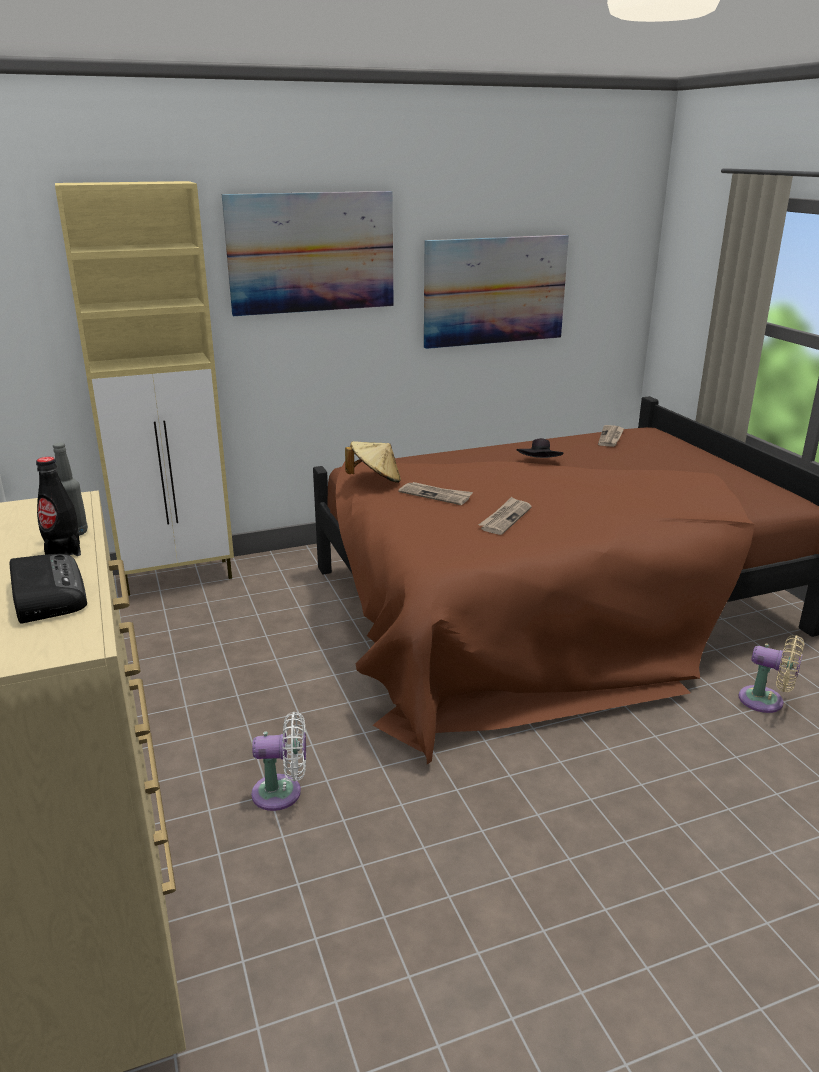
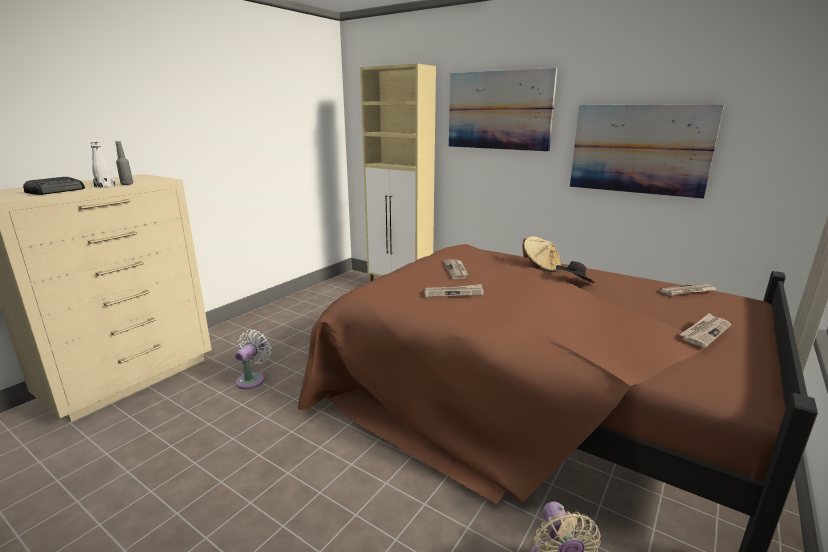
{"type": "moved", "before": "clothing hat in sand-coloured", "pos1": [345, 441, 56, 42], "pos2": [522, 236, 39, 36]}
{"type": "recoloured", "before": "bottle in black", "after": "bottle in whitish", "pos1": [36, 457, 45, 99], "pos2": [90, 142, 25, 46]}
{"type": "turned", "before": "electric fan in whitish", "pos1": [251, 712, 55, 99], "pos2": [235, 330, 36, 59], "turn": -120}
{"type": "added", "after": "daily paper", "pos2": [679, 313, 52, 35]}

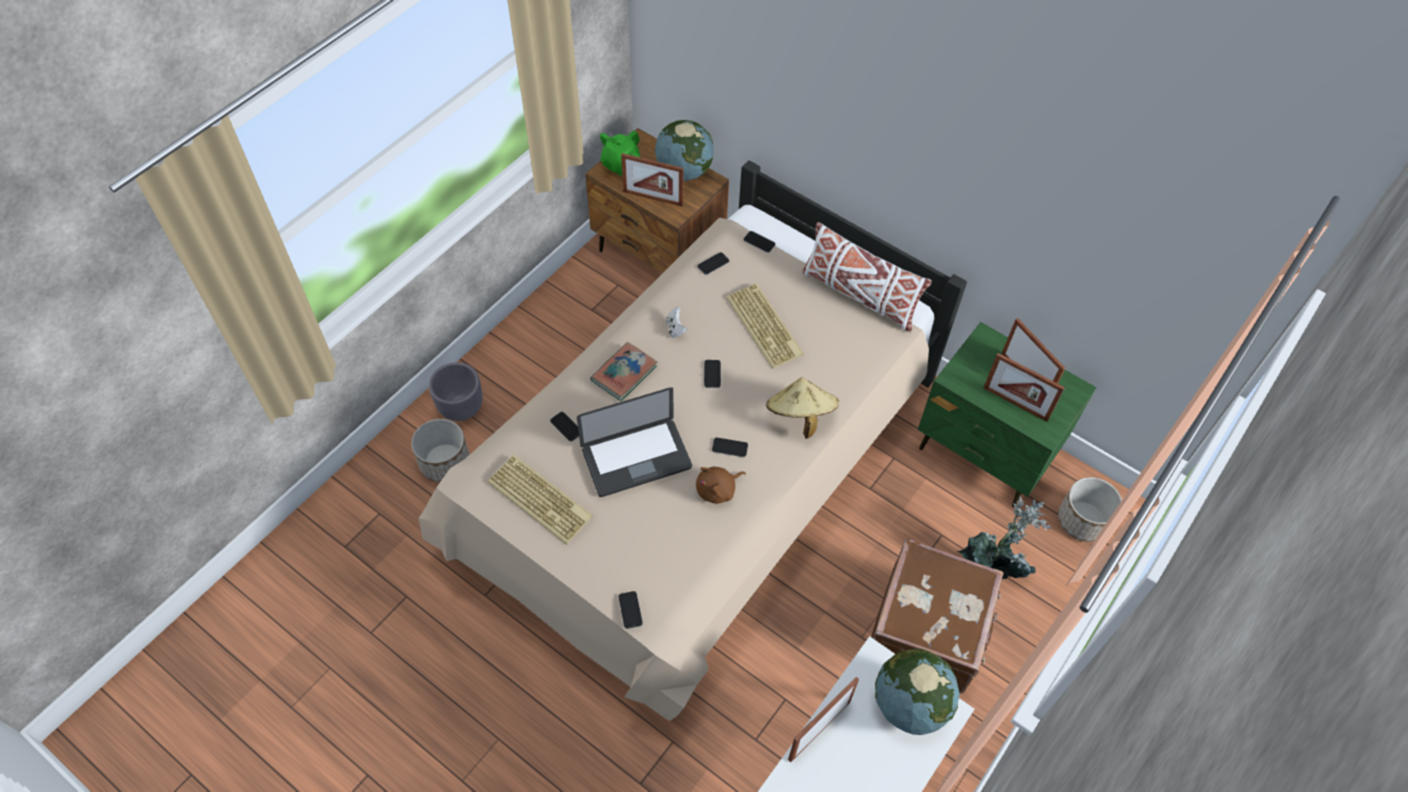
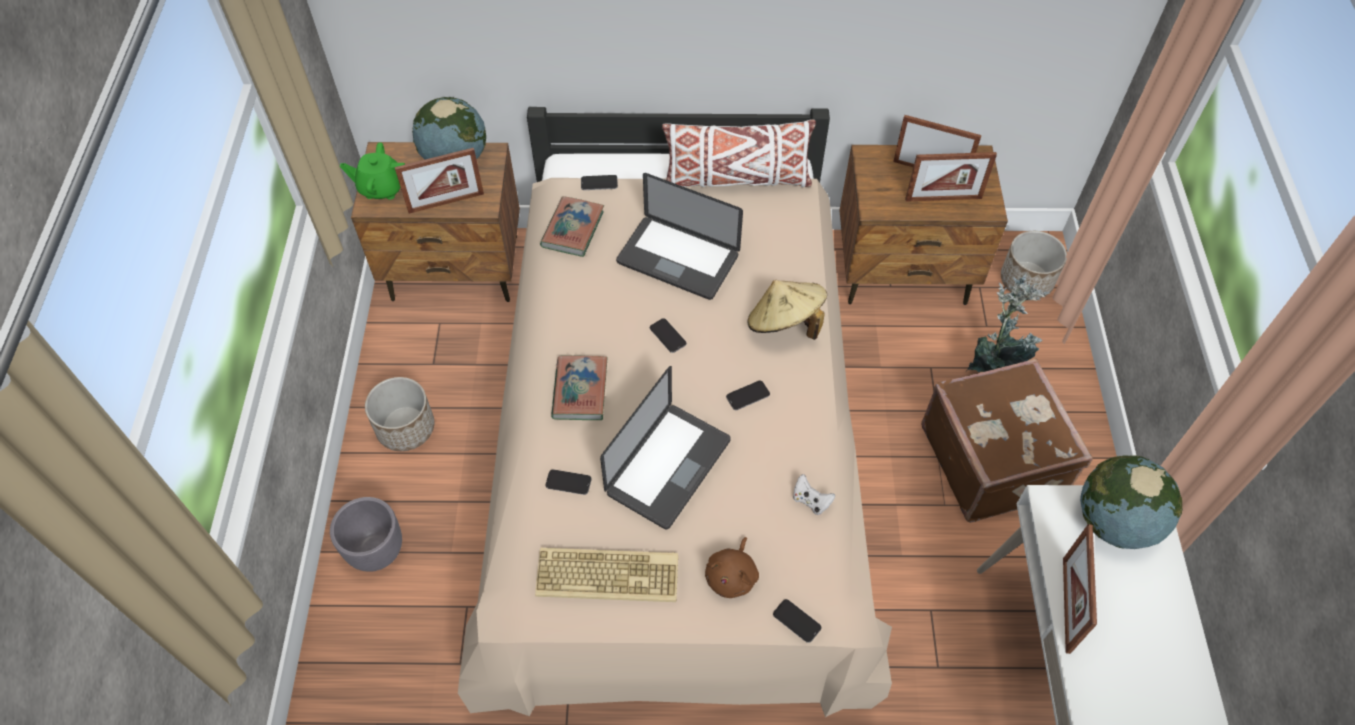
{"type": "turned", "before": "teapot in green", "pos1": [600, 130, 40, 46], "pos2": [340, 142, 65, 58], "turn": 90}
{"type": "replaced", "before": "handset", "after": "bound book", "pos1": [697, 252, 32, 23], "pos2": [540, 196, 64, 61]}
{"type": "replaced", "before": "keyboard", "after": "notebook computer", "pos1": [727, 283, 77, 86], "pos2": [616, 173, 127, 127]}
{"type": "moved", "before": "joypad in whitish", "pos1": [665, 307, 22, 31], "pos2": [793, 474, 42, 41]}
{"type": "recoloured", "before": "nightstand in green", "after": "nightstand in brown-coloured", "pos1": [918, 322, 178, 186], "pos2": [839, 145, 169, 160]}
{"type": "moved", "before": "planter", "pos1": [411, 419, 58, 63], "pos2": [365, 377, 69, 74]}
{"type": "moved", "before": "plush toy in brown-coloured", "pos1": [696, 467, 50, 37], "pos2": [705, 537, 54, 61]}

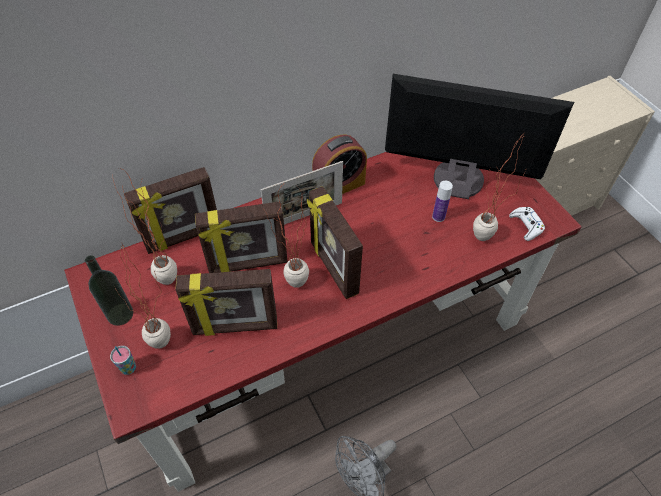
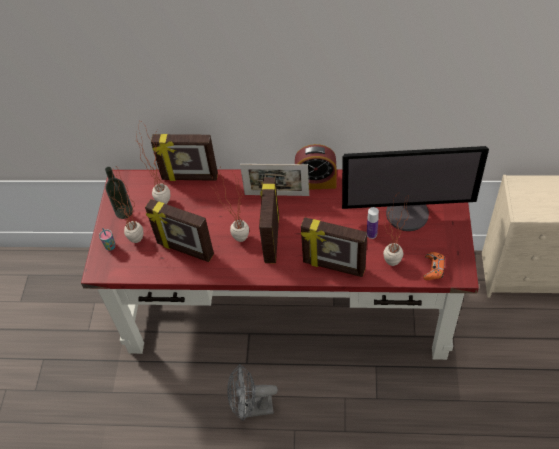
{"type": "turned", "before": "monitor", "pos1": [385, 74, 189, 125], "pos2": [342, 146, 147, 85], "turn": 135}
{"type": "moved", "before": "picture frame", "pos1": [195, 201, 93, 72], "pos2": [301, 217, 66, 60]}
{"type": "recoloured", "before": "joypad in whitish", "after": "joypad in orange", "pos1": [509, 207, 36, 34], "pos2": [423, 252, 22, 28]}

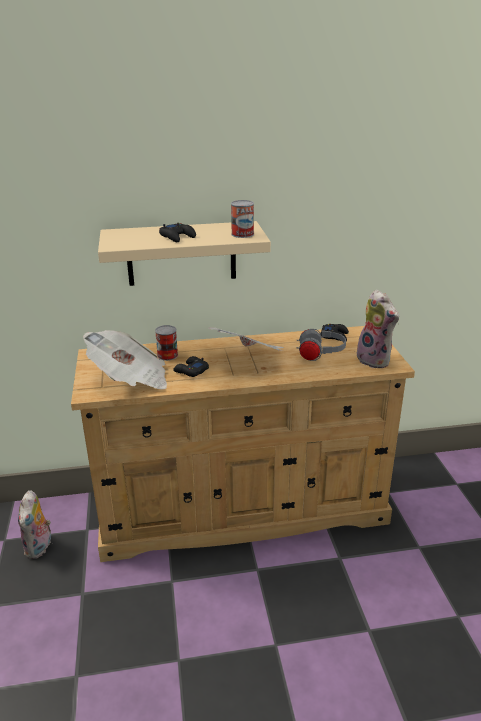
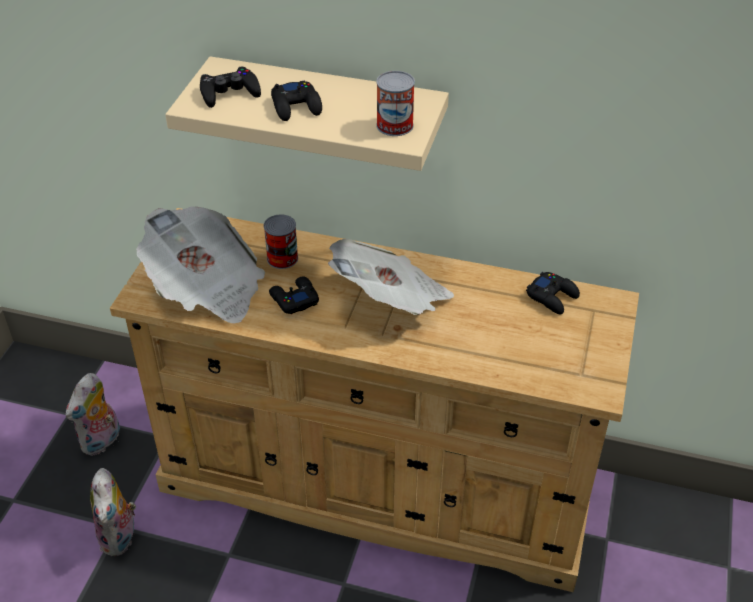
{"type": "moved", "before": "plush toy", "pos1": [357, 290, 42, 78], "pos2": [90, 468, 46, 88]}
{"type": "removed", "before": "pair of headphones in grey", "pos1": [296, 329, 50, 32]}
{"type": "added", "after": "joypad in black", "pos2": [200, 66, 61, 42]}

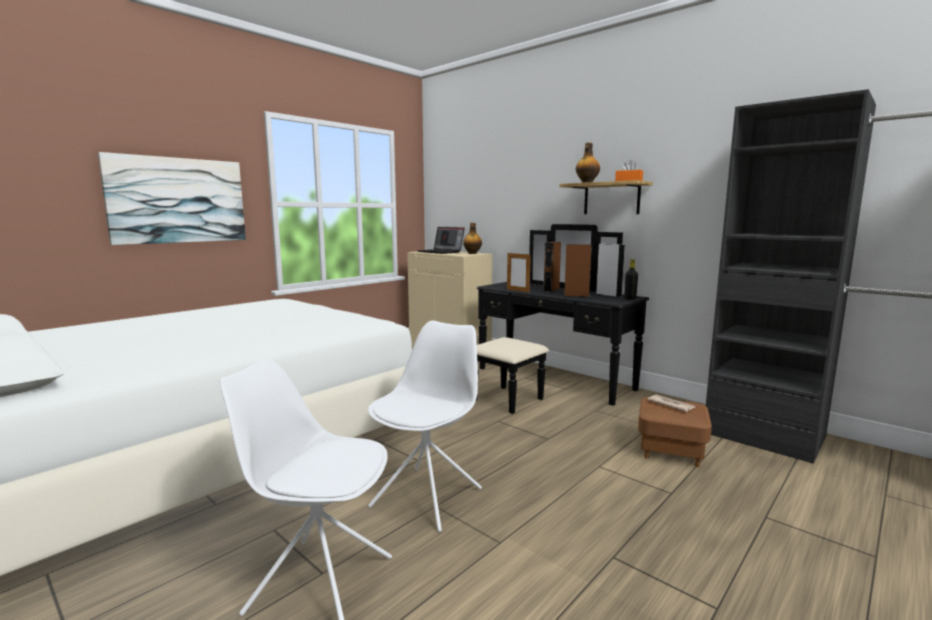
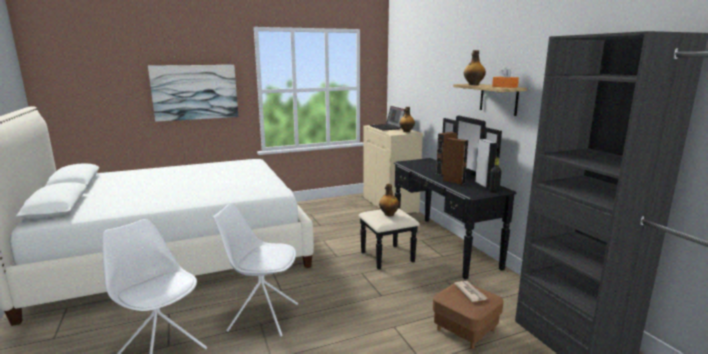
{"type": "removed", "before": "picture frame", "pos1": [507, 252, 24, 40]}
{"type": "turned", "before": "upright chair in whitish", "pos1": [368, 320, 114, 212], "pos2": [213, 204, 85, 133], "turn": -135}
{"type": "added", "after": "bottle", "pos2": [379, 184, 20, 32]}

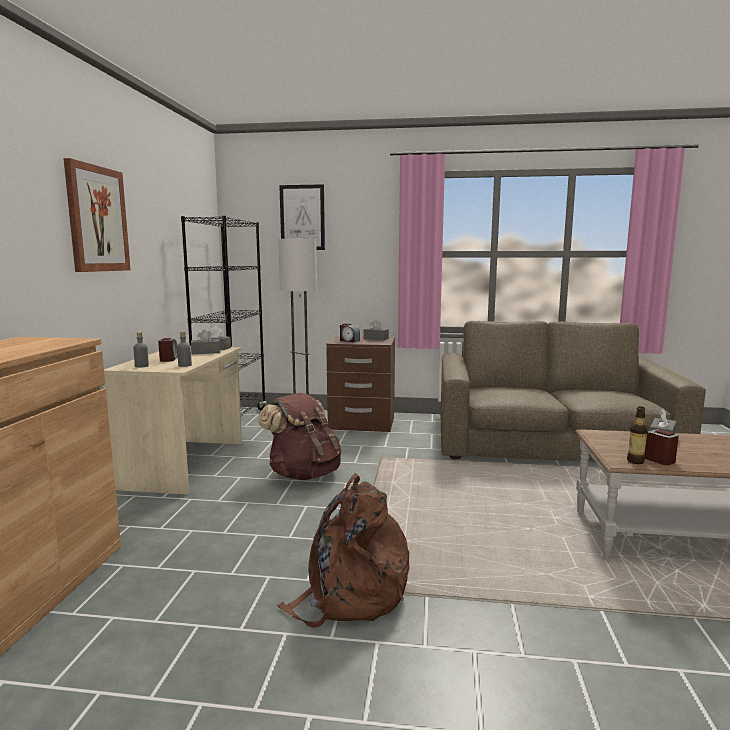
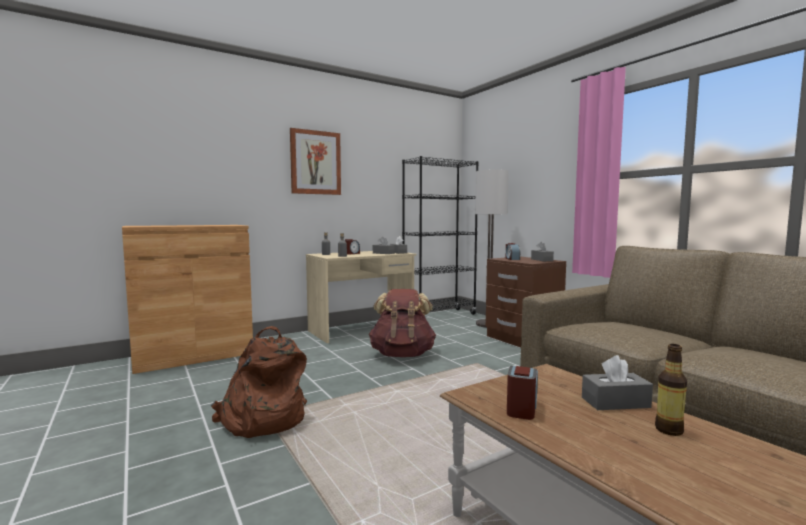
{"type": "removed", "before": "picture", "pos1": [279, 184, 46, 66]}
{"type": "moved", "before": "bottle", "pos1": [627, 406, 21, 58], "pos2": [655, 344, 32, 92]}

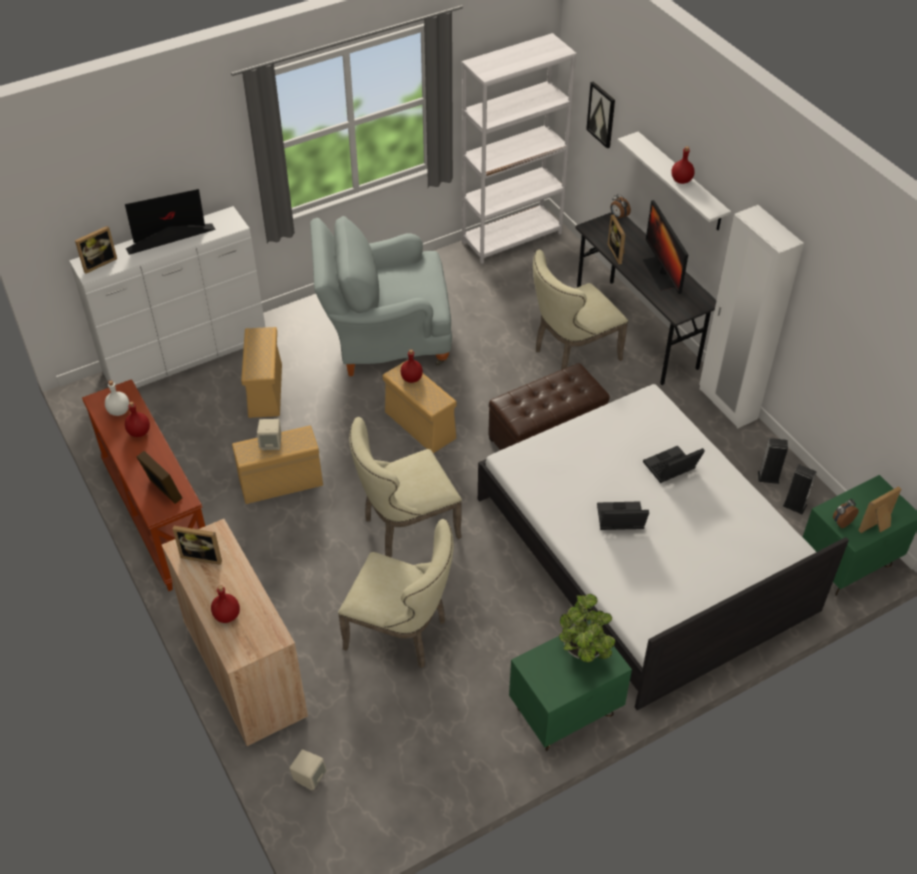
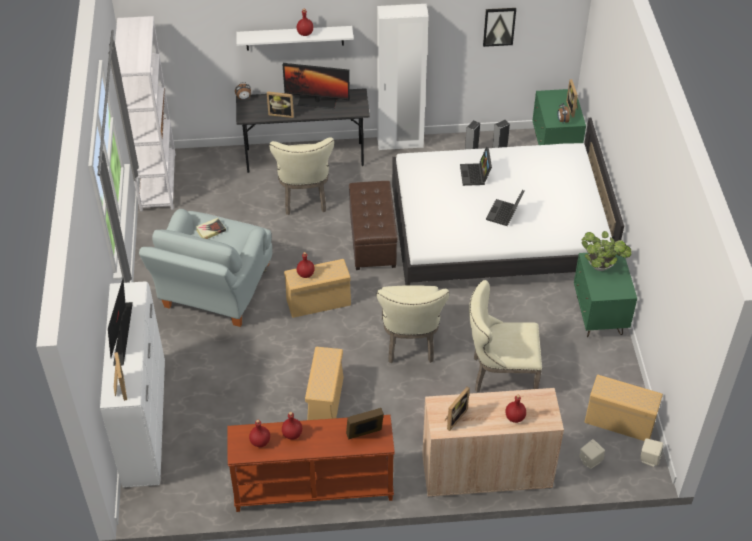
{"type": "moved", "before": "picture", "pos1": [586, 81, 29, 67], "pos2": [483, 8, 33, 39]}
{"type": "moved", "before": "storage box in sand-coloured", "pos1": [241, 327, 41, 91], "pos2": [585, 375, 78, 66]}
{"type": "recoloured", "before": "bottle in whitish", "after": "bottle in red", "pos1": [105, 380, 24, 36], "pos2": [249, 420, 21, 27]}
{"type": "moved", "before": "audio speaker in sand-coloured", "pos1": [257, 419, 24, 31], "pos2": [640, 438, 23, 29]}
{"type": "turned", "before": "upright chair in sand-coloured", "pos1": [338, 519, 116, 149], "pos2": [469, 280, 73, 112], "turn": -135}
{"type": "added", "after": "bound book", "pos2": [196, 218, 30, 21]}

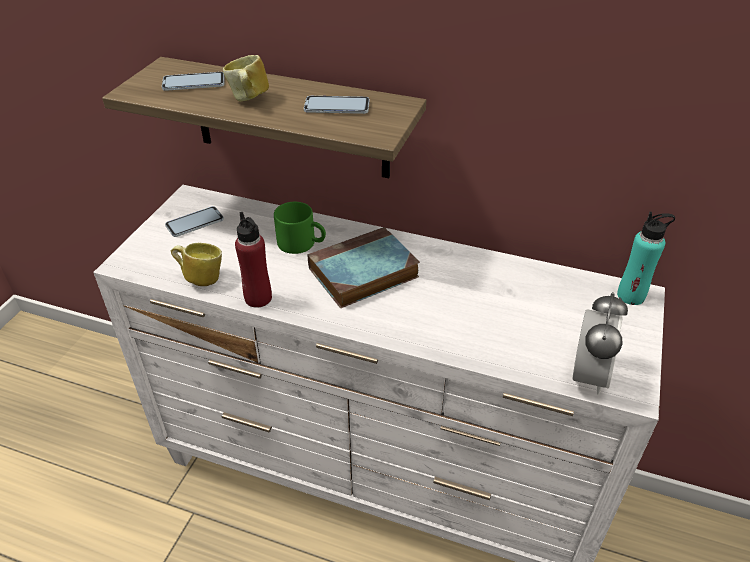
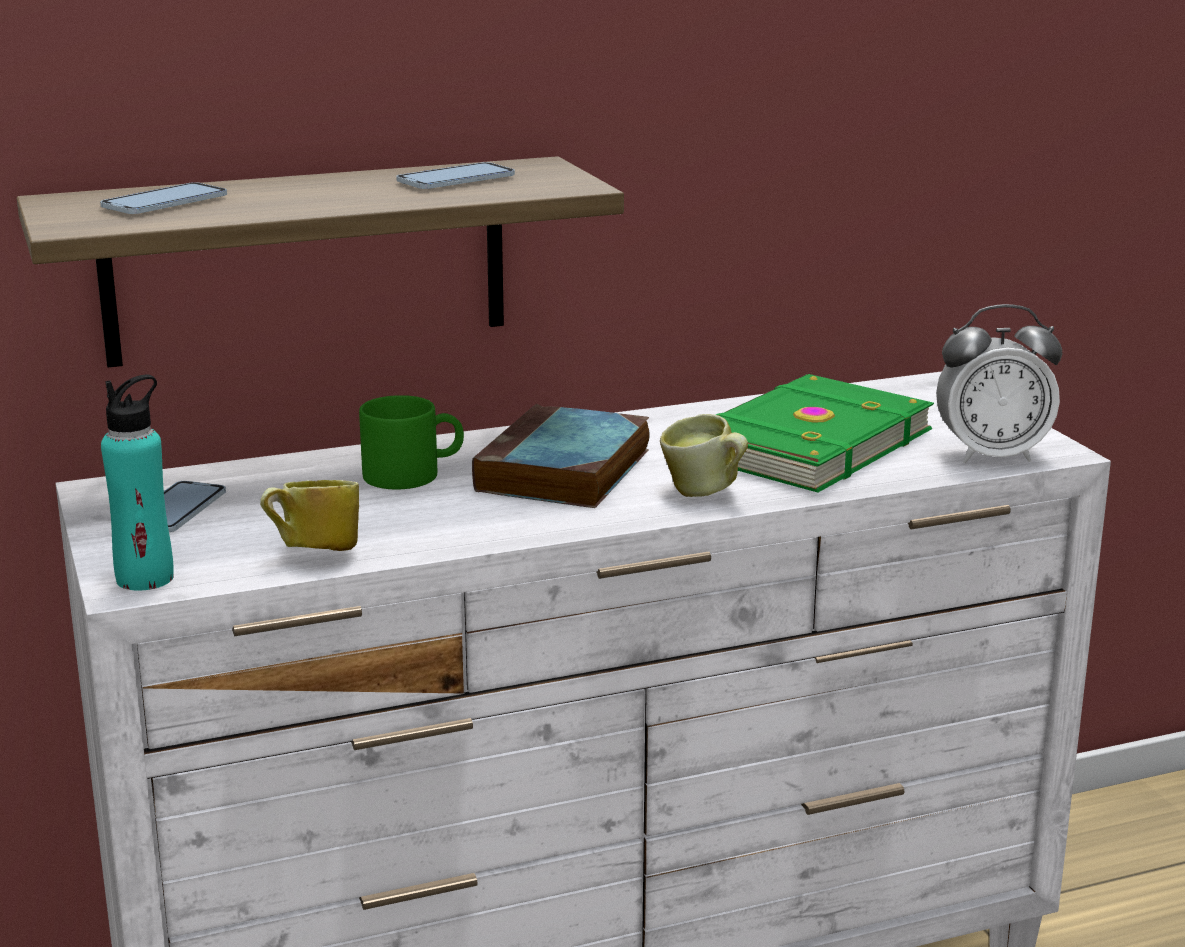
{"type": "moved", "before": "mug", "pos1": [223, 55, 46, 47], "pos2": [660, 414, 88, 83]}
{"type": "removed", "before": "bottle in red", "pos1": [235, 212, 37, 96]}
{"type": "moved", "before": "bottle in turquoise-coloured", "pos1": [617, 212, 58, 93], "pos2": [101, 374, 73, 217]}
{"type": "turned", "before": "bedside clock", "pos1": [573, 292, 55, 103], "pos2": [936, 304, 126, 159], "turn": 105}
{"type": "added", "after": "bound book in green", "pos2": [716, 374, 218, 119]}

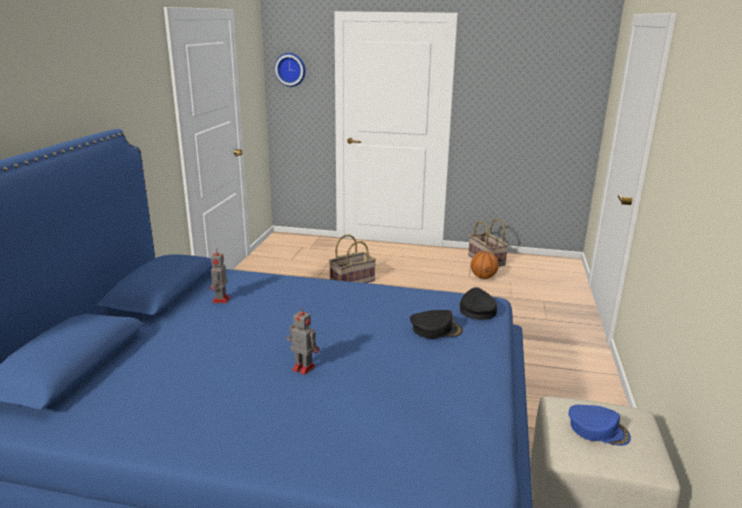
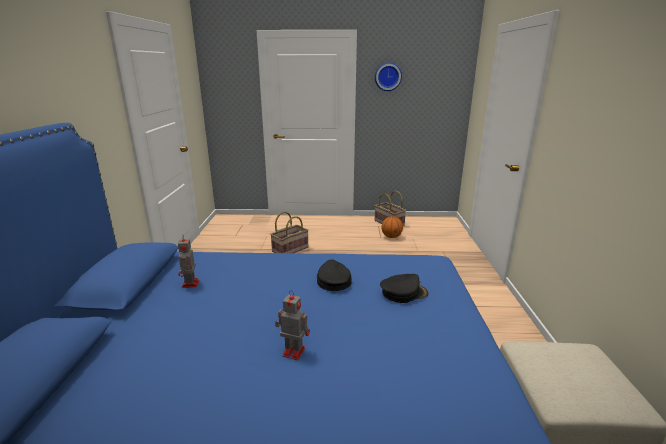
{"type": "moved", "before": "wall clock", "pos1": [275, 53, 30, 34], "pos2": [375, 62, 27, 29]}
{"type": "moved", "before": "baseball cap in black", "pos1": [459, 287, 38, 33], "pos2": [317, 259, 35, 32]}
{"type": "removed", "before": "baseball cap in blue", "pos1": [568, 405, 63, 41]}

